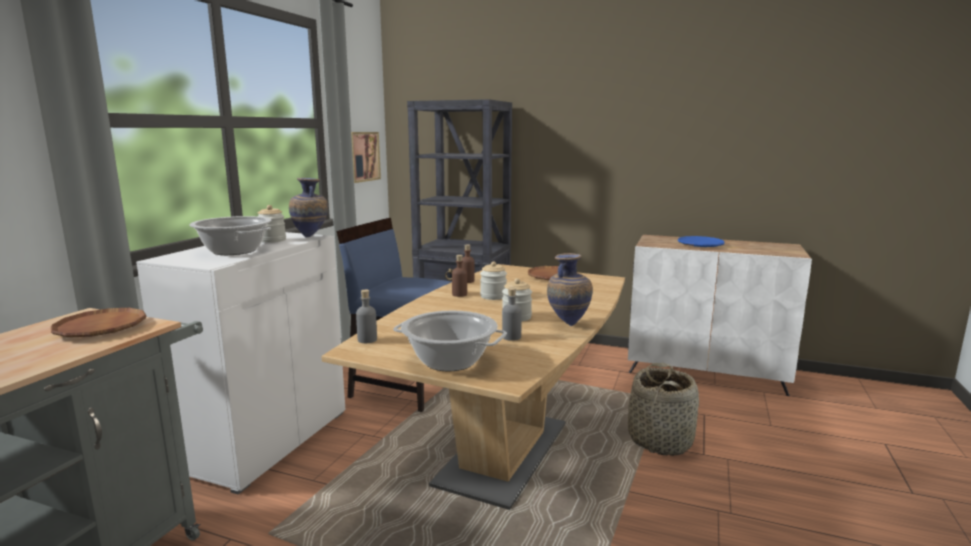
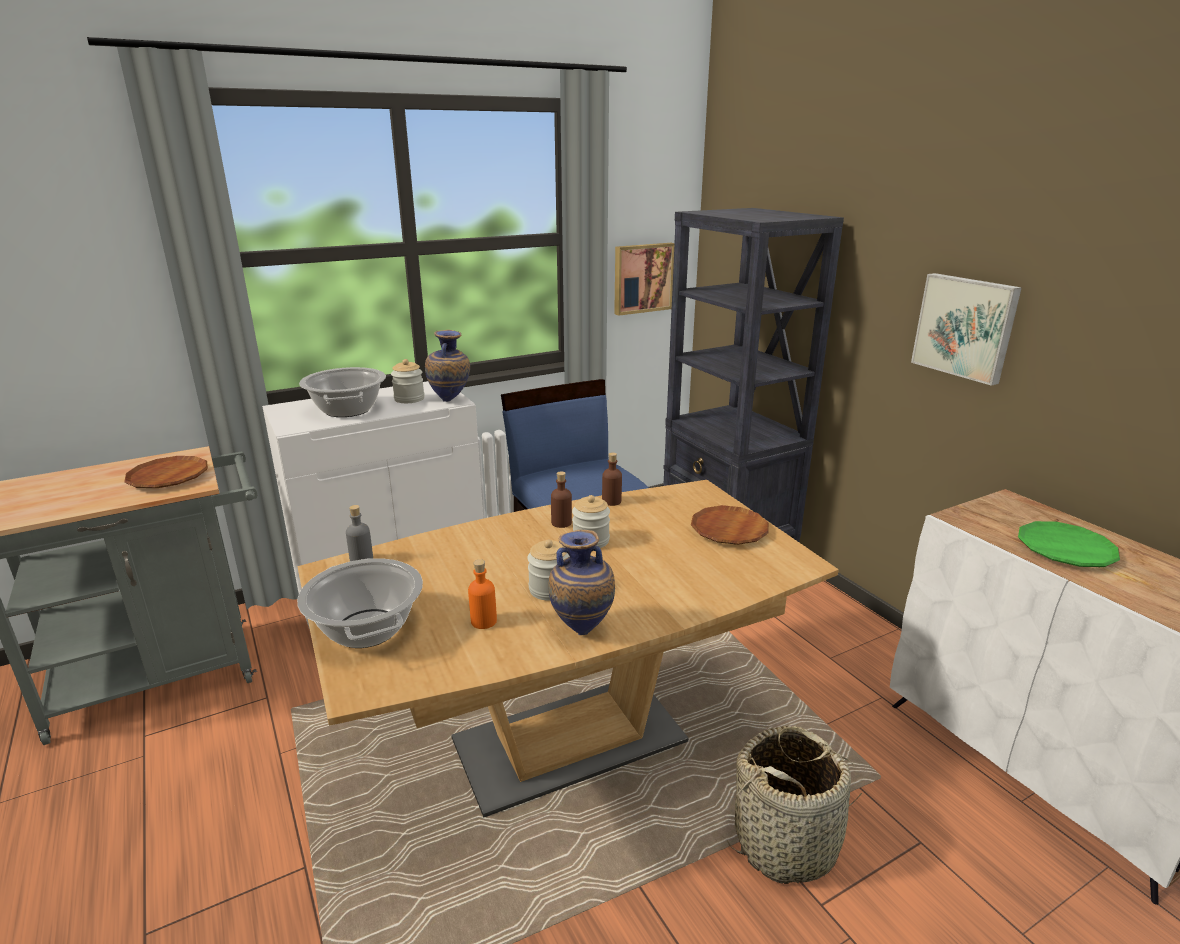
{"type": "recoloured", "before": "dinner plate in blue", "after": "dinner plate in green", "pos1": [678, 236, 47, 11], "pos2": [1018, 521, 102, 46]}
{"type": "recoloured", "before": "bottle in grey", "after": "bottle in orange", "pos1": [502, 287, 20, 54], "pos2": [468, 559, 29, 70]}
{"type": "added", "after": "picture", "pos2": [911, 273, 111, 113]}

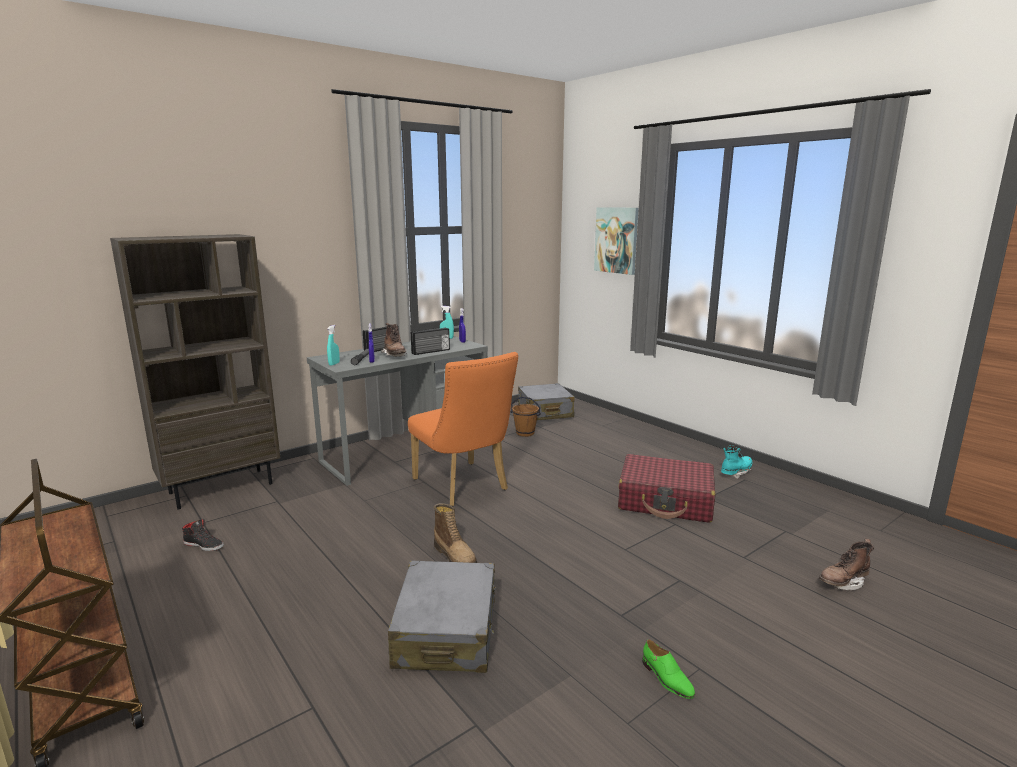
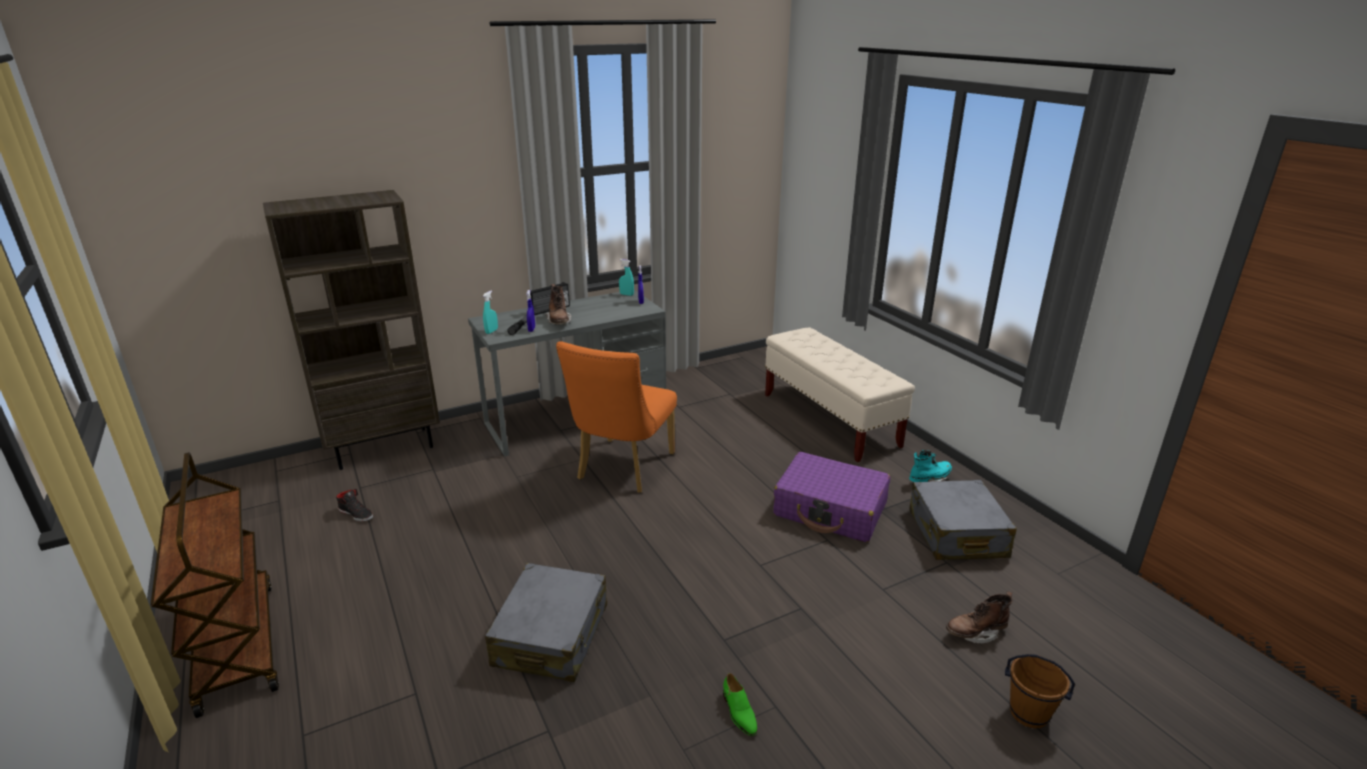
{"type": "removed", "before": "picture", "pos1": [594, 207, 45, 68]}
{"type": "removed", "before": "radio receiver", "pos1": [411, 328, 39, 27]}
{"type": "turned", "before": "upright chair in orange", "pos1": [408, 352, 110, 154], "pos2": [556, 341, 121, 152], "turn": 45}
{"type": "moved", "before": "piece of luggage in grey", "pos1": [518, 383, 56, 37], "pos2": [909, 480, 108, 80]}
{"type": "moved", "before": "water bucket in brown-coloured", "pos1": [510, 397, 31, 40], "pos2": [1005, 654, 70, 75]}
{"type": "recoloured", "before": "piece of luggage in red", "after": "piece of luggage in purple", "pos1": [618, 454, 97, 69], "pos2": [773, 452, 117, 90]}
{"type": "removed", "before": "boot", "pos1": [434, 503, 43, 60]}
{"type": "added", "after": "long seat in sand-coloured", "pos2": [765, 328, 150, 134]}

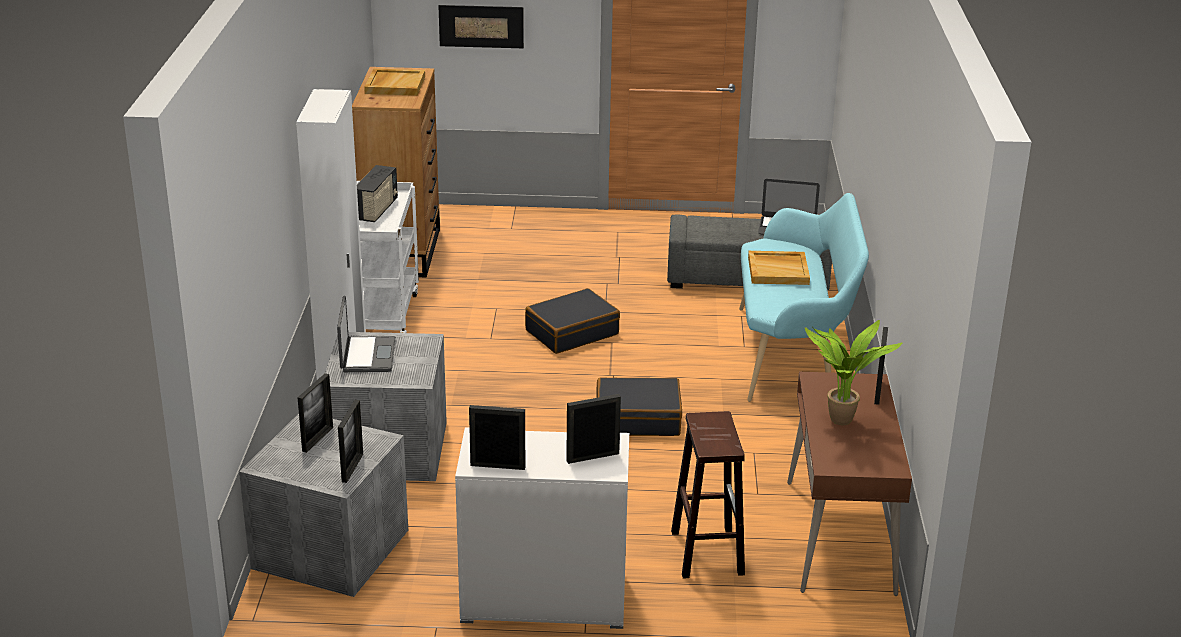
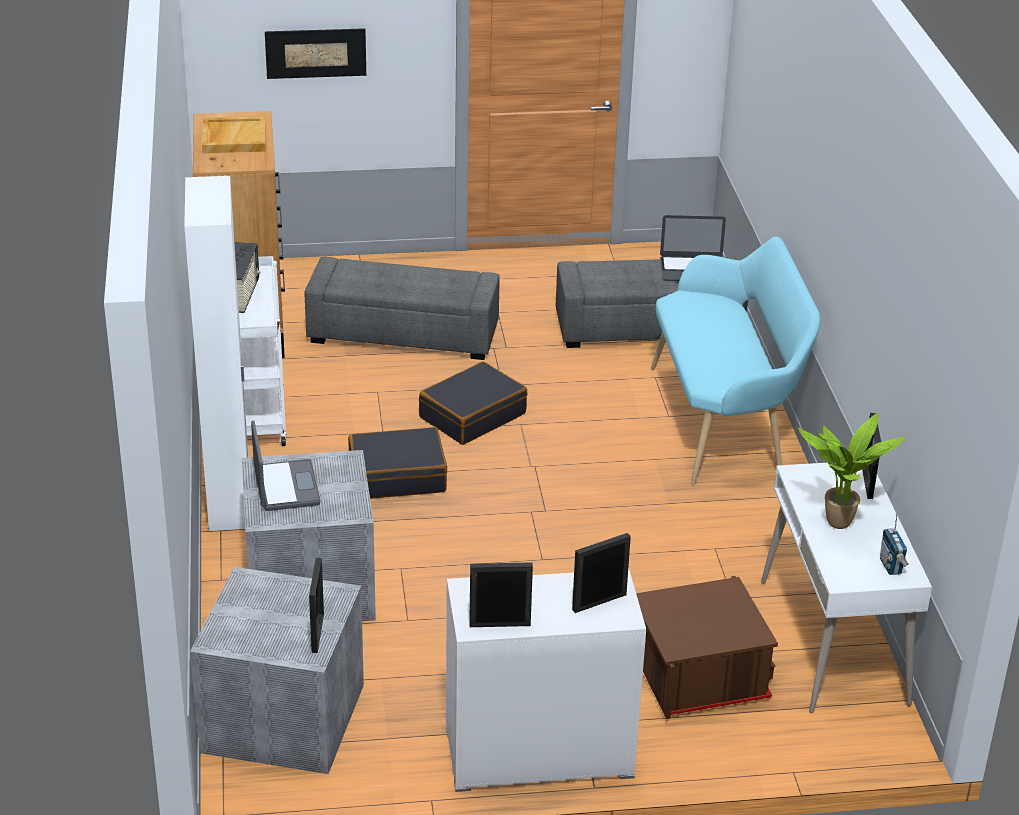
{"type": "removed", "before": "carrying tray in sand-coloured", "pos1": [748, 251, 62, 34]}
{"type": "recoloured", "before": "desk table in brown-coloured", "after": "desk table in whitish", "pos1": [787, 372, 125, 224], "pos2": [761, 463, 171, 250]}
{"type": "removed", "before": "picture frame", "pos1": [297, 373, 36, 80]}
{"type": "moved", "before": "piece of luggage in black", "pos1": [596, 378, 86, 58], "pos2": [348, 427, 99, 72]}
{"type": "replaced", "before": "stool in brown-coloured", "after": "storage box in brown-coloured", "pos1": [671, 411, 74, 168], "pos2": [636, 576, 142, 143]}
{"type": "added", "after": "footrest in grey", "pos2": [305, 257, 195, 103]}
{"type": "added", "after": "radio receiver", "pos2": [880, 514, 29, 61]}

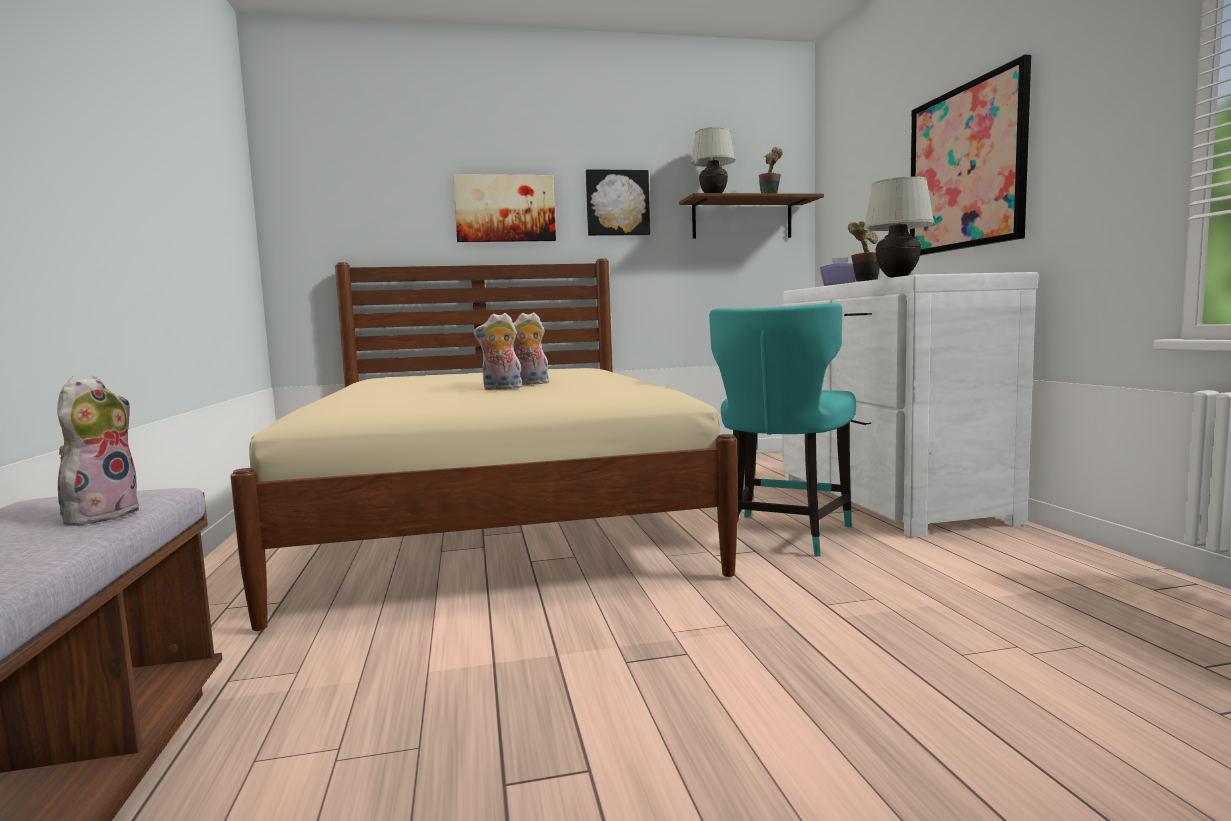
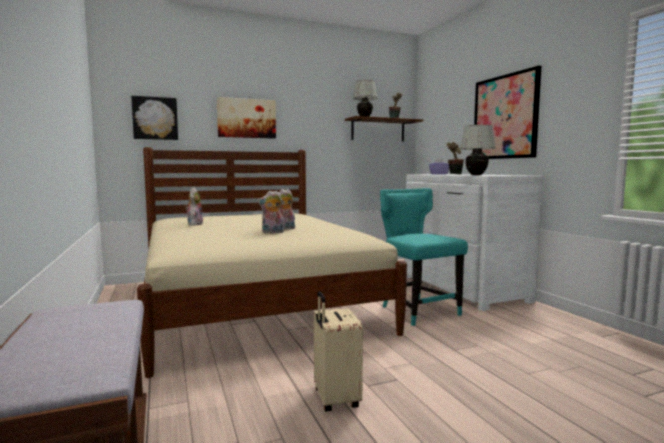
{"type": "moved", "before": "picture", "pos1": [586, 169, 64, 67], "pos2": [131, 96, 47, 44]}
{"type": "turned", "before": "upright chair in turquoise-coloured", "pos1": [709, 303, 147, 253], "pos2": [380, 188, 88, 138], "turn": 135}
{"type": "moved", "before": "plush toy", "pos1": [57, 376, 84, 150], "pos2": [185, 188, 18, 38]}
{"type": "added", "after": "piece of luggage in sand-coloured", "pos2": [314, 291, 49, 120]}

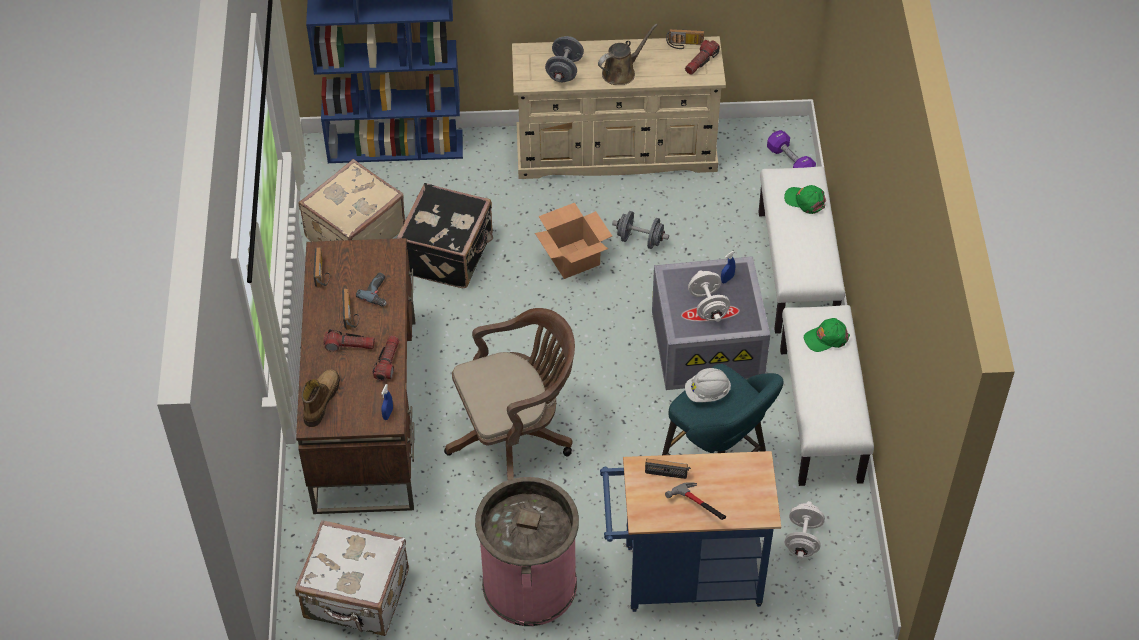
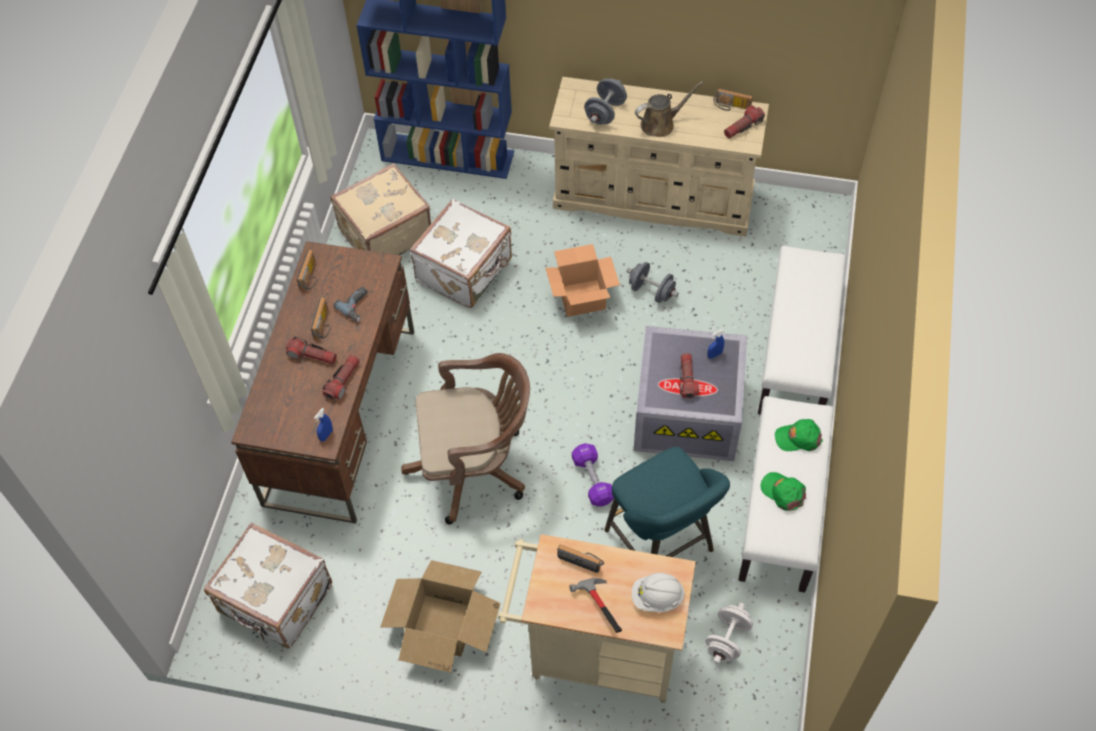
{"type": "moved", "before": "dumbbell in purple", "pos1": [767, 130, 49, 38], "pos2": [572, 443, 42, 64]}
{"type": "recoloured", "before": "piece of luggage in black", "after": "piece of luggage in whitish", "pos1": [397, 183, 96, 105], "pos2": [410, 199, 102, 109]}
{"type": "moved", "before": "baseball cap in green", "pos1": [784, 185, 42, 29], "pos2": [760, 472, 46, 39]}
{"type": "replaced", "before": "dumbbell in whitish", "after": "flashlight", "pos1": [688, 270, 42, 52], "pos2": [680, 353, 19, 46]}
{"type": "moved", "before": "work helmet in whitish", "pos1": [685, 368, 46, 34], "pos2": [632, 573, 53, 39]}
{"type": "removed", "before": "boot", "pos1": [302, 369, 38, 58]}
{"type": "recoloured", "before": "trolley in blue", "after": "trolley in sand-coloured", "pos1": [600, 451, 181, 161], "pos2": [498, 534, 198, 169]}
{"type": "replaced", "before": "trash can in pink-coloured", "after": "carton", "pos1": [475, 477, 104, 149], "pos2": [380, 560, 121, 113]}

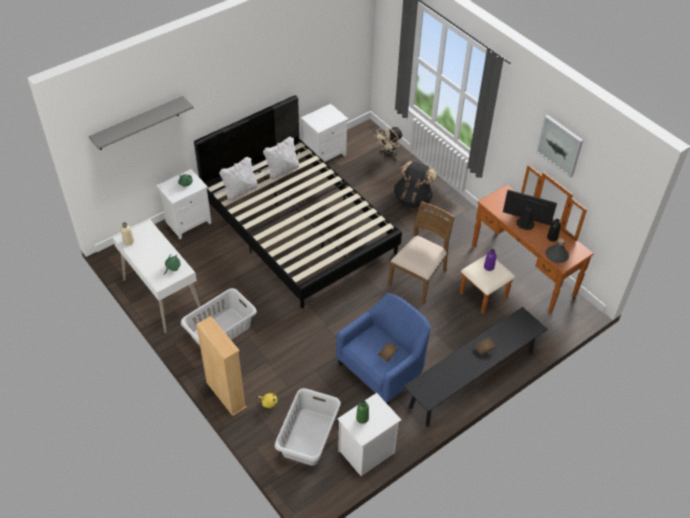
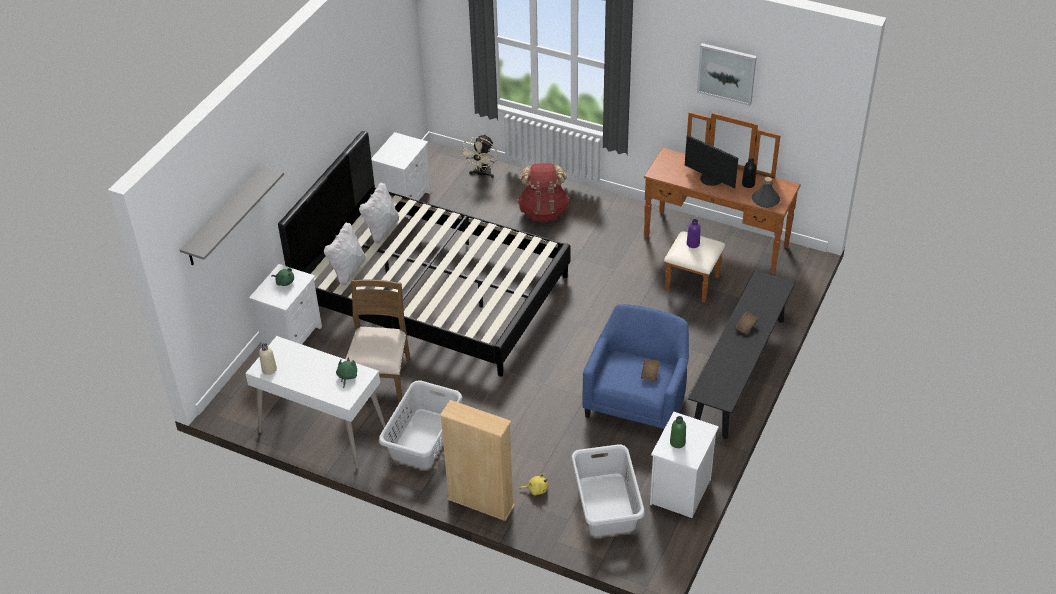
{"type": "recoloured", "before": "rucksack in black", "after": "rucksack in red", "pos1": [394, 161, 43, 47], "pos2": [518, 163, 52, 58]}
{"type": "turned", "before": "monitor", "pos1": [503, 190, 54, 40], "pos2": [685, 135, 53, 53], "turn": -135}
{"type": "moved", "before": "upright chair in brown-coloured", "pos1": [388, 201, 67, 103], "pos2": [346, 280, 64, 125]}

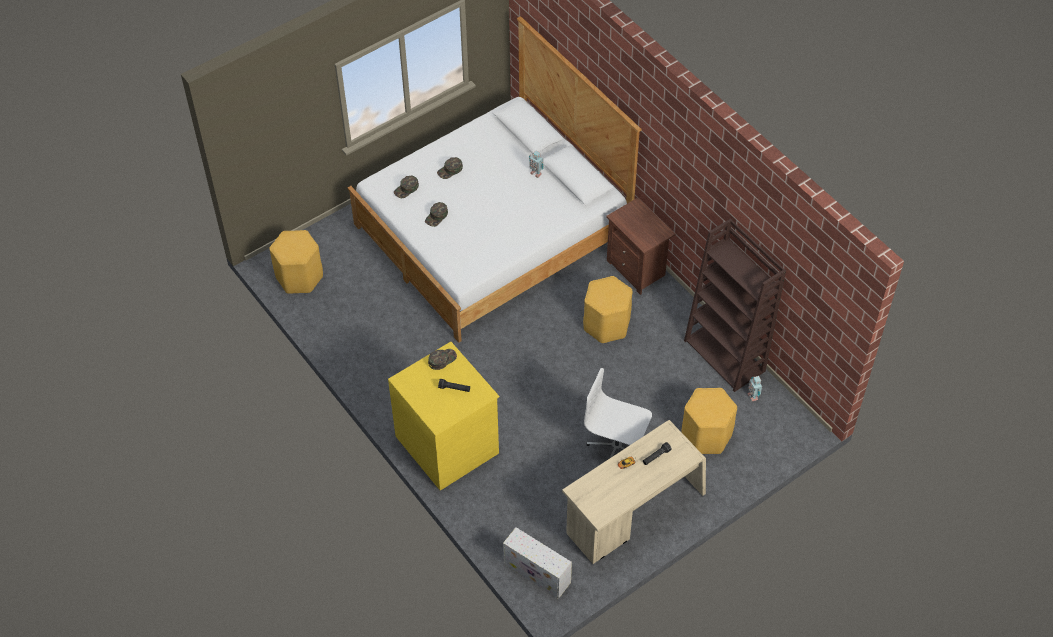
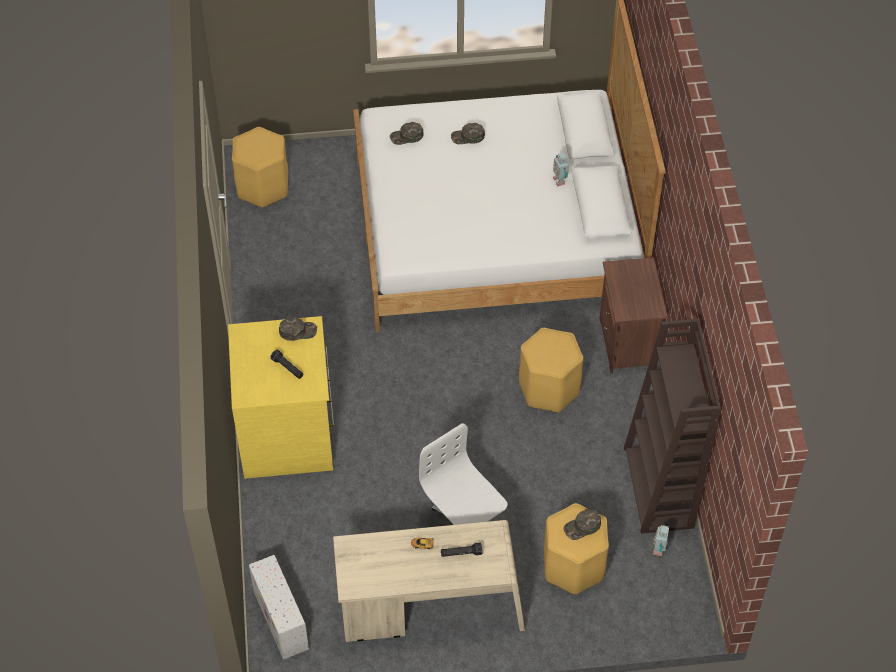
{"type": "moved", "before": "baseball cap in green", "pos1": [425, 202, 23, 25], "pos2": [563, 509, 38, 31]}

